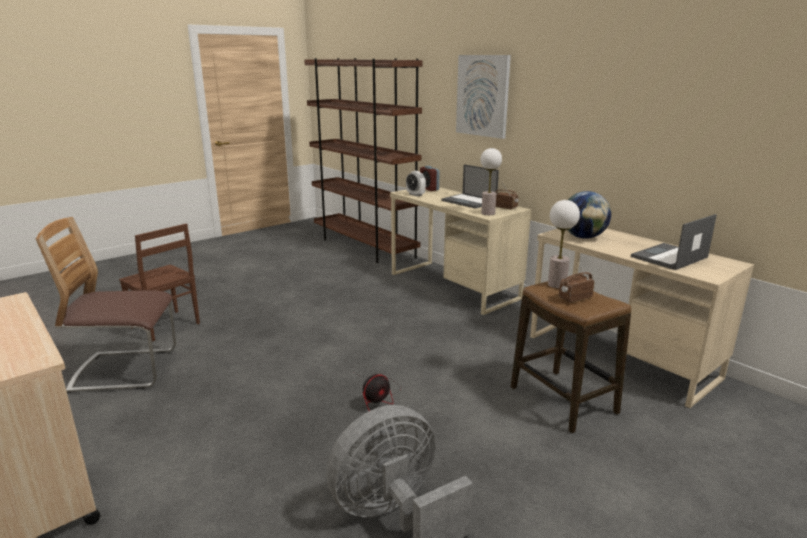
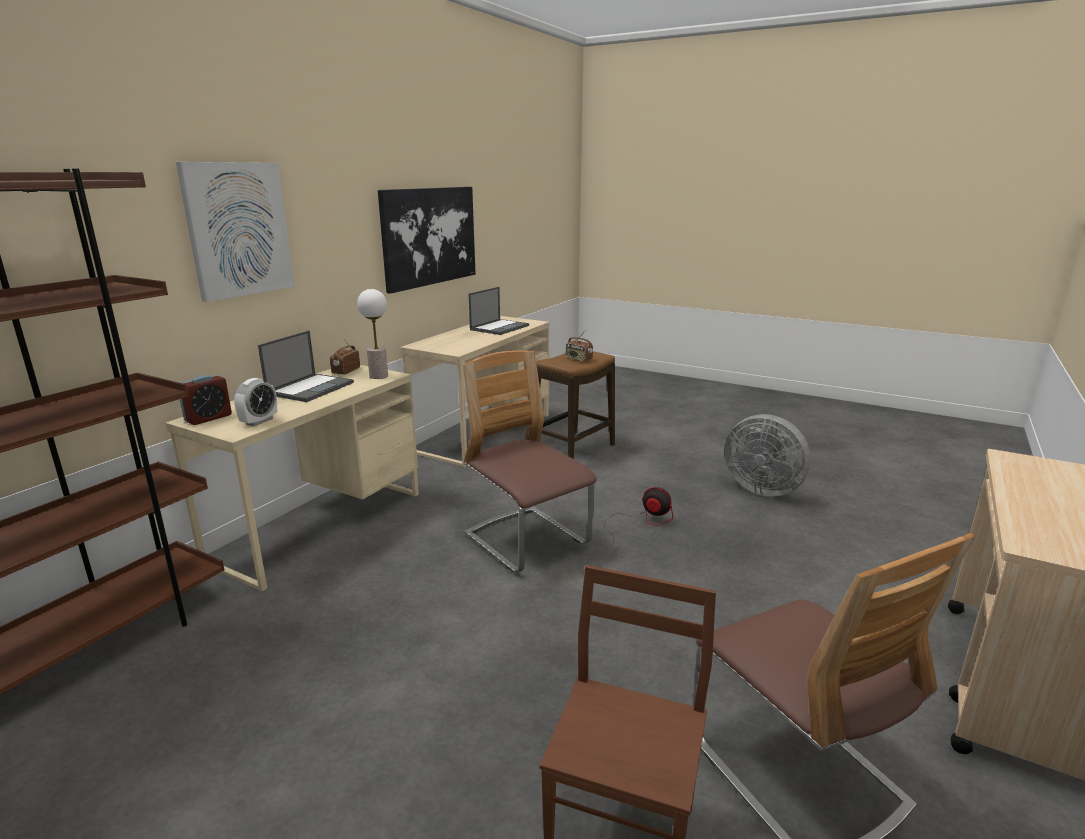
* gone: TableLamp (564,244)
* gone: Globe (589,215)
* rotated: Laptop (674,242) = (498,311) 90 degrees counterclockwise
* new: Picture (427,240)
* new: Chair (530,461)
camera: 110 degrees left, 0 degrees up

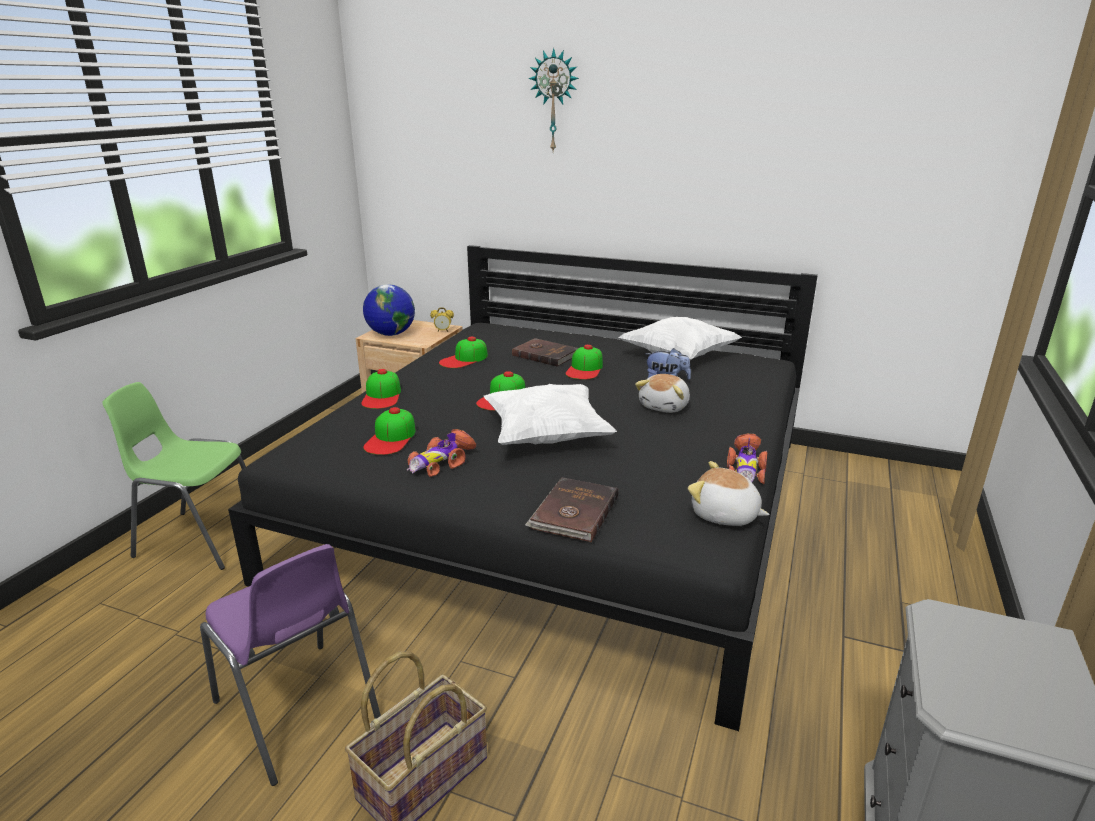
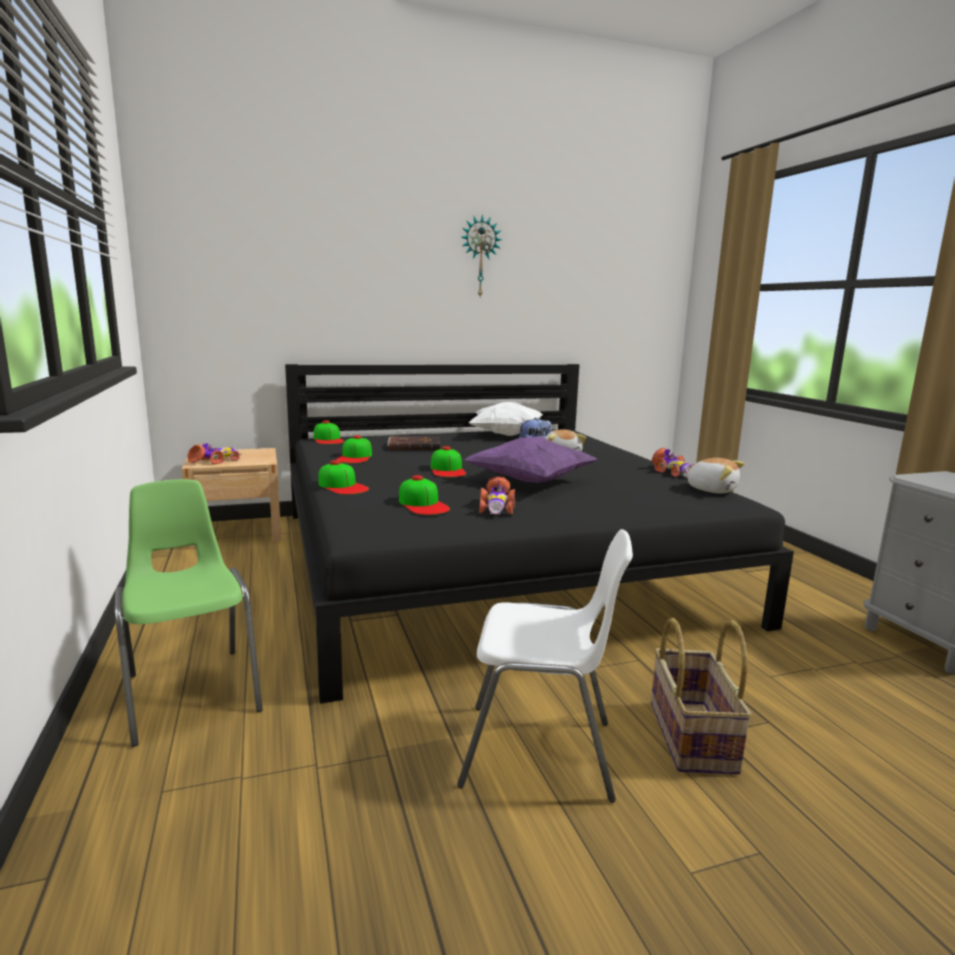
* rotated: GreenChair (174,476) = (189,613) 90 degrees clockwise
* repainted: PurpleChair (290,665) to WhiteChair (545,666)
* swapped: Globe (389,310) to ToyCar (214,453)
* gone: AlarmClock (442,319)
* repainted: WhitePillow (550,414) to PurplePillow (530,459)
* gone: BrownBook (571,509)
* shifted: WallClock (553,99) to (481,255)
* shifted: Cap (584,362) to (329,432)
* rotated: PlushToy (728,493) = (713,475) 135 degrees counterclockwise
camera: 40 degrees left, 10 degrees down

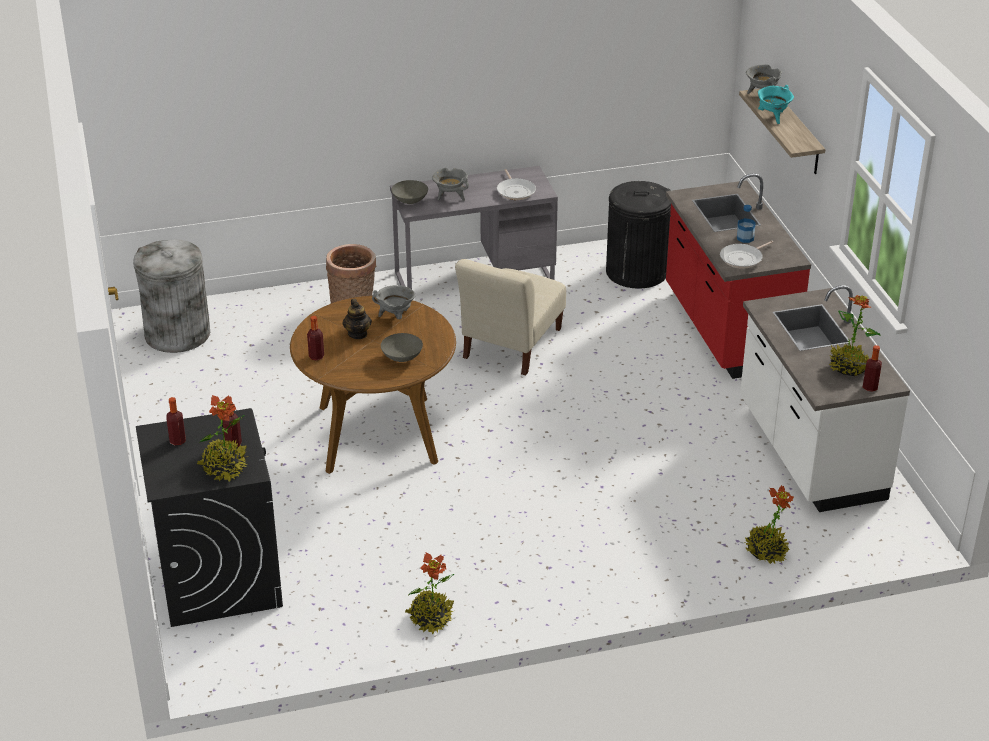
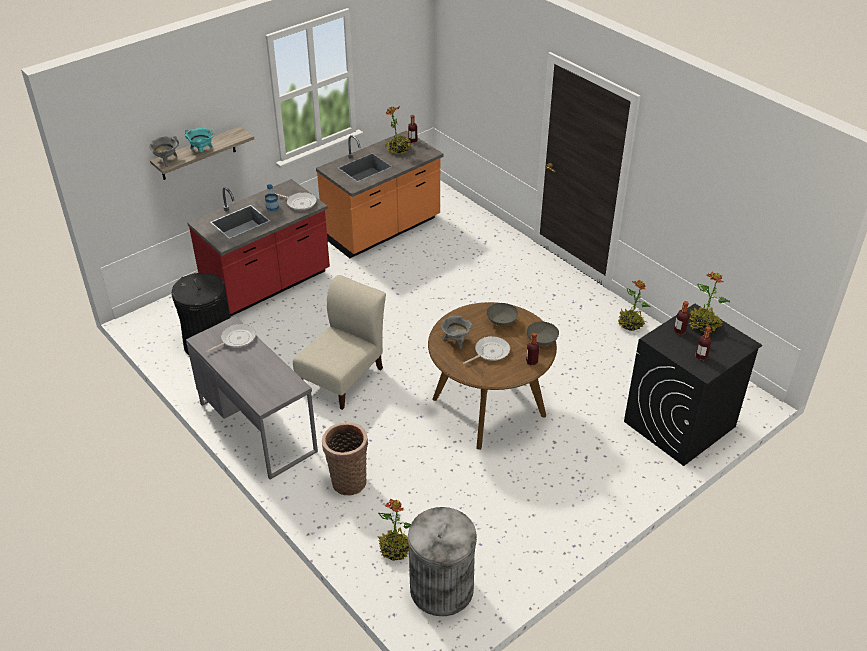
* swapped: Teapot (357,319) to FryingPan (486,350)
* shifted: GreyBowl (409,192) to (543,333)
* gone: GreyCookingPot (450,184)
* rotated: BeigeChair (510,317) = (339,342) 60 degrees counterclockwise
* repainted: WhiteCounter (825,398) to OrangeCounter (380,194)
* shifted: PottedPlant (769,524) to (394,530)
camera: 115 degrees left, 5 degrees up

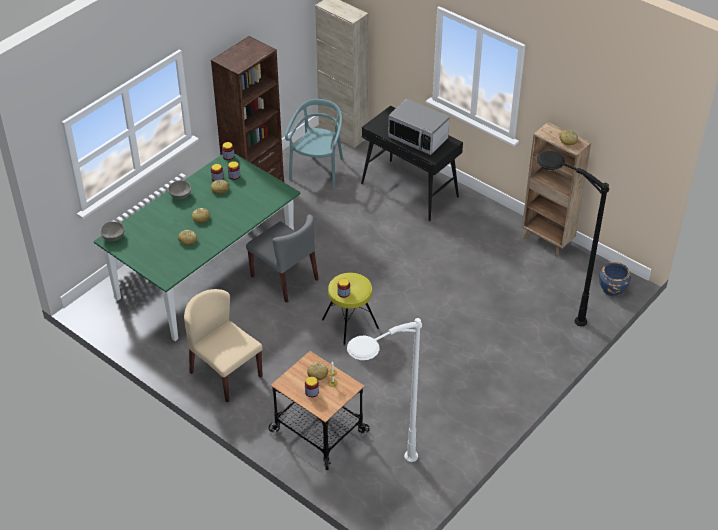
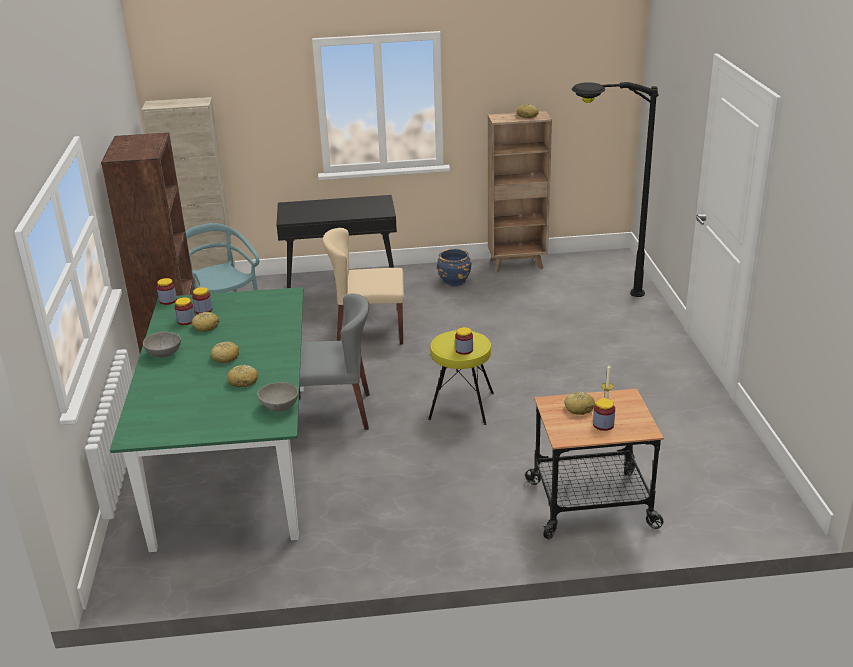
* shifted: GreyBowl (113,231) to (278,397)
* shifted: BeigeChair (223,346) to (363,286)
* gone: WhiteFloorLamp (384,390)
* gone: Microwave (419,127)
* shifted: BluePlanter (615,279) to (454,267)
camera: 45 degrees left, 15 degrees down

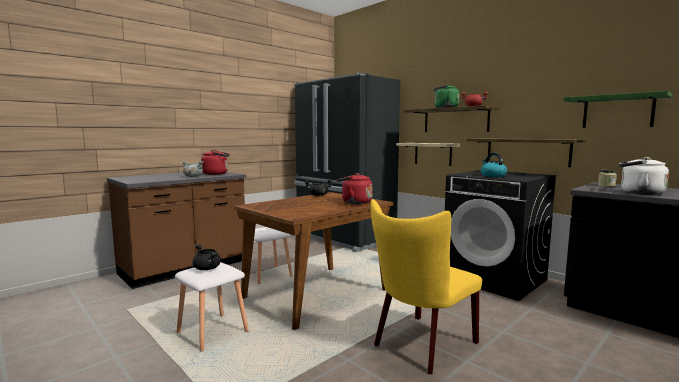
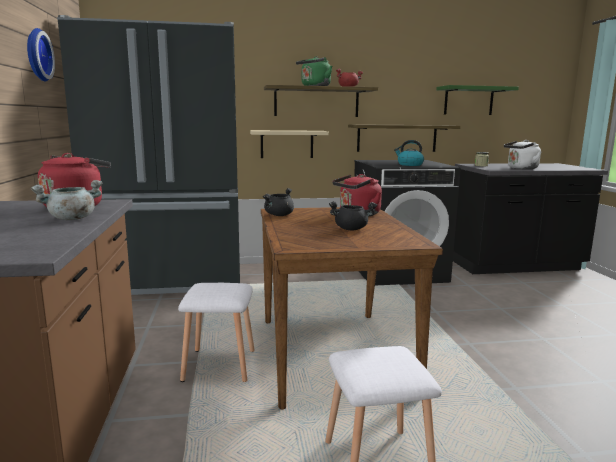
* shifted: BlackCookingPot (207,257) to (353,216)
* gone: YellowChair (426,286)
* new: WallClock (41,54)
camera: 55 degrees left, 5 degrees up

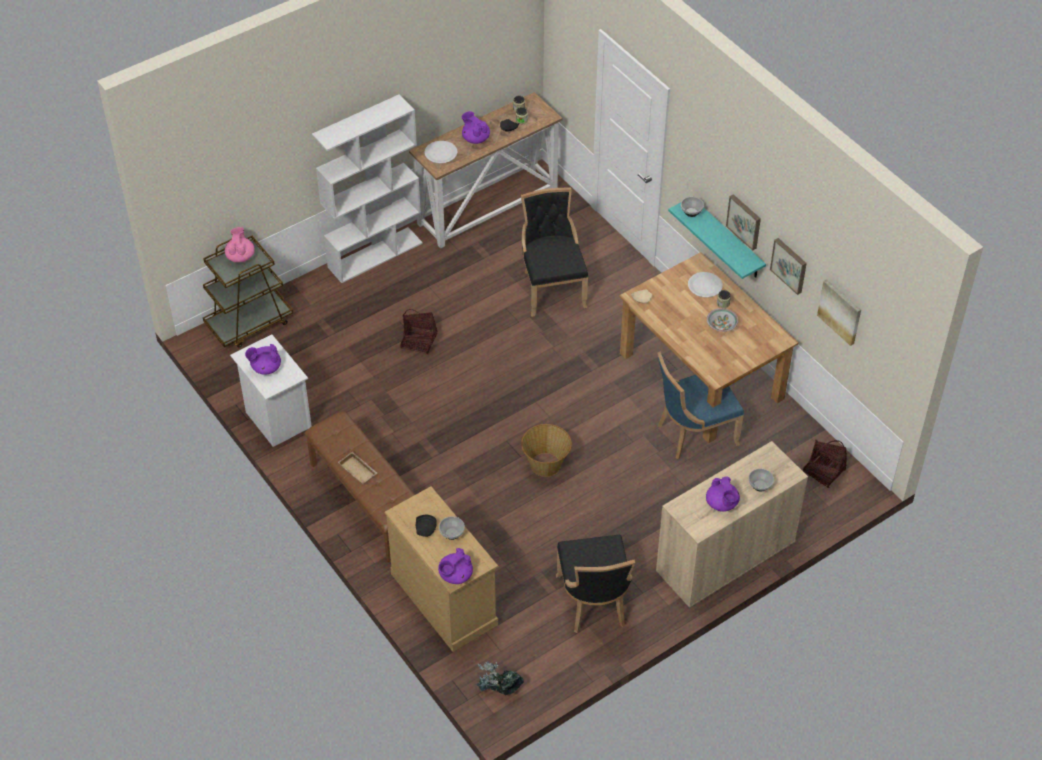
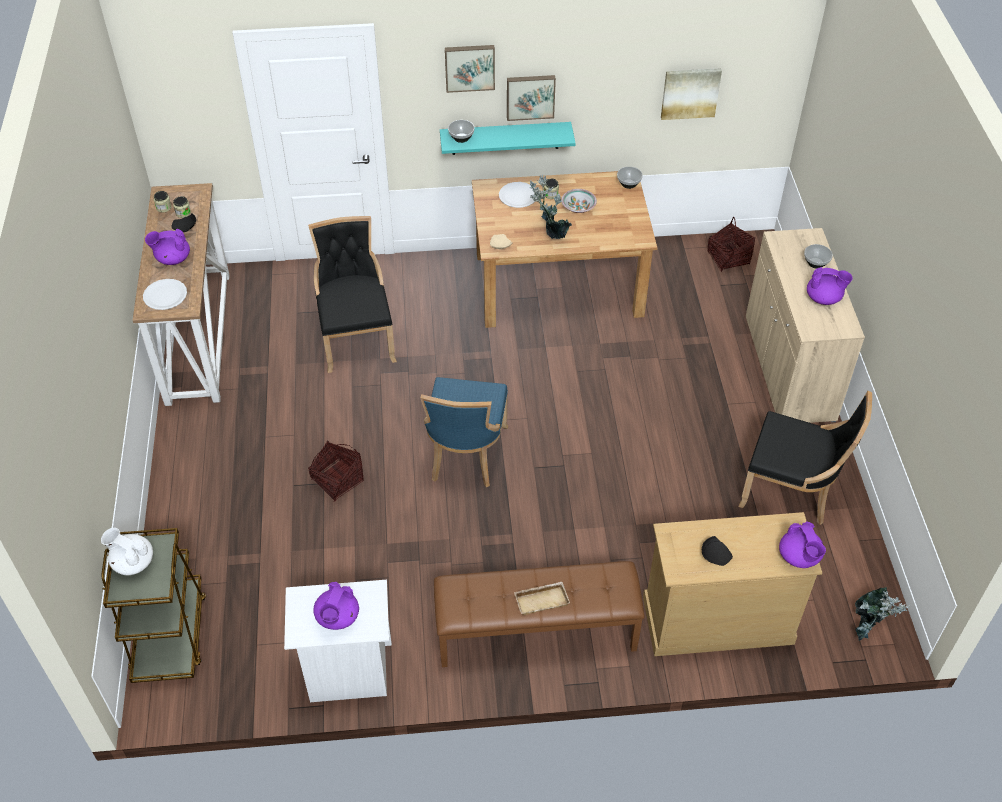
* repainted: PinkTeapot (240,245) to WhiteTeapot (127,551)
* gone: WhiteBookcase (367,188)
* shifted: Bowl (452,528) to (630,178)
* rotated: BlackChair (554,252) = (352,294) 60 degrees clockwise
* gone: Basket (546,450)
* shifted: BlueChair (700,405) to (464,432)
* shifted: Picture (788,266) to (470,69)
* new: PottedPlant (550,207)
camera: 60 degrees left, 0 degrees up

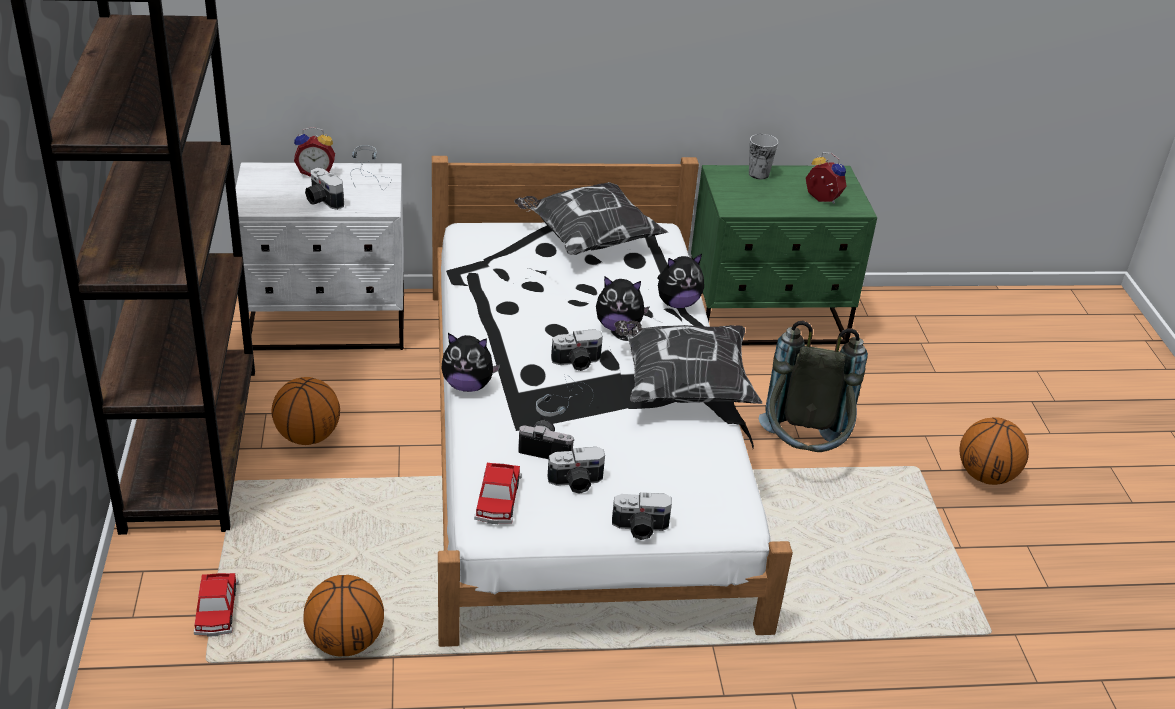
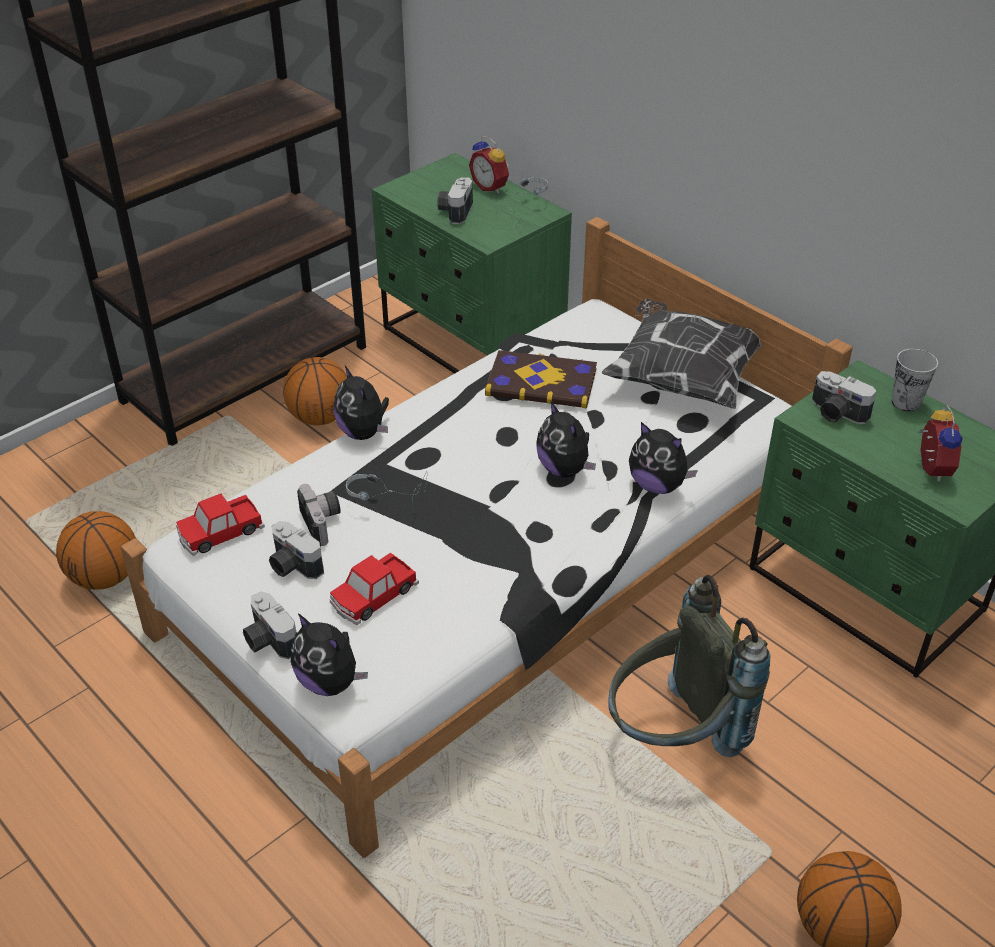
* shifted: ToyCar (216,605) to (374,589)
* repainted: WhiteNightstand (316,256) to GreenNightstand (472,263)
* shifted: PhotoCamera (577,350) to (844,397)
* gone: Pillow (688,362)
* new: PlushToy (329,654)
* new: Book (541,379)
camera: 55 degrees right, 5 degrees up

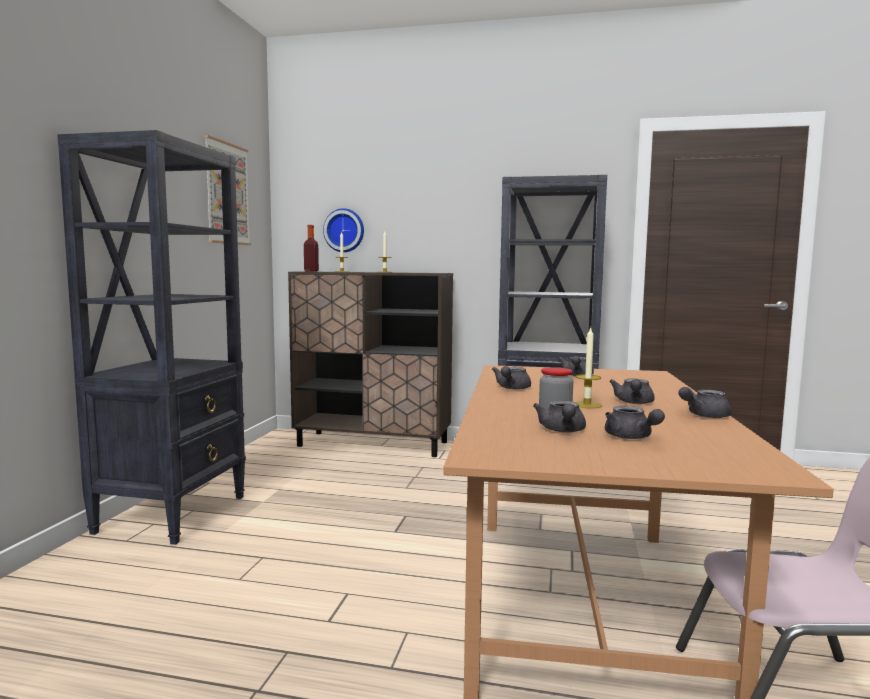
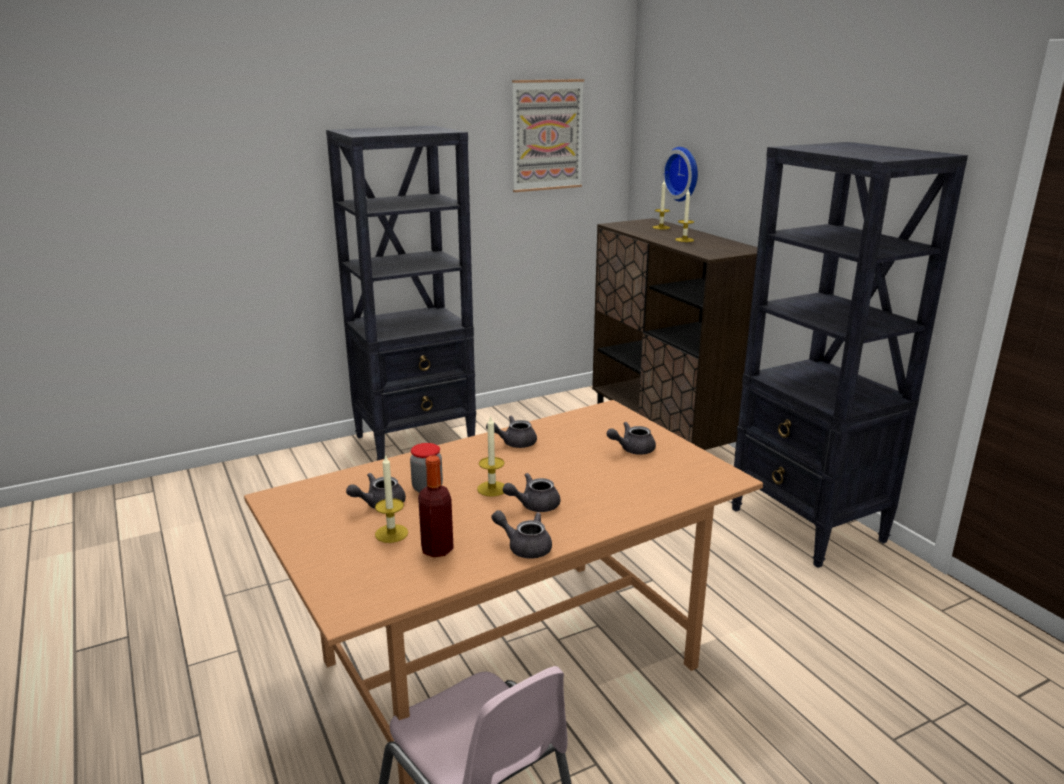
* shifted: Bottle (311,248) to (436,506)
* swapped: GreyTeapot (635,422) to Candle (391,498)
camera: 50 degrees right, 15 degrees up

